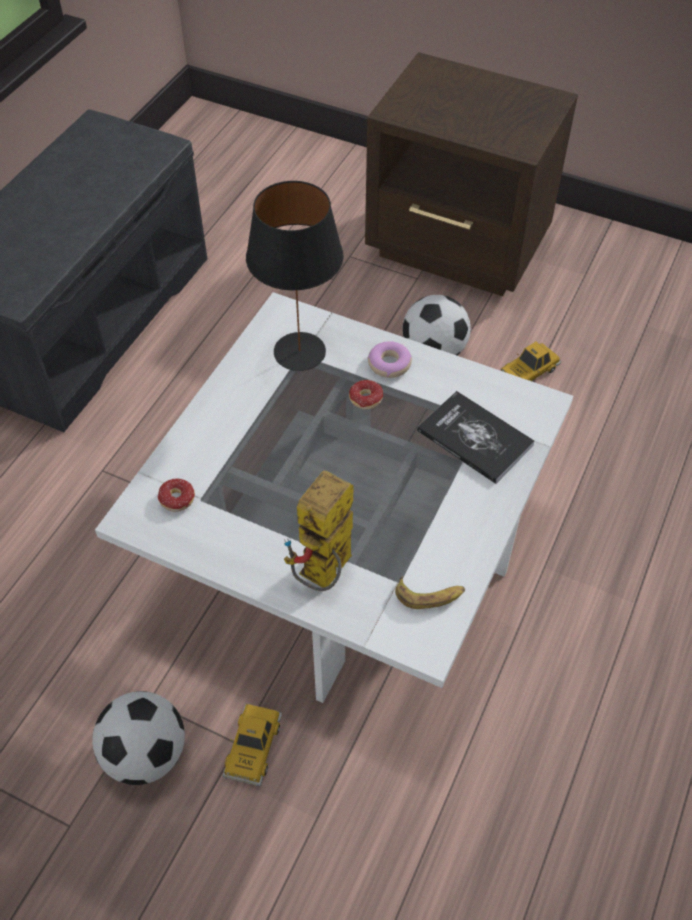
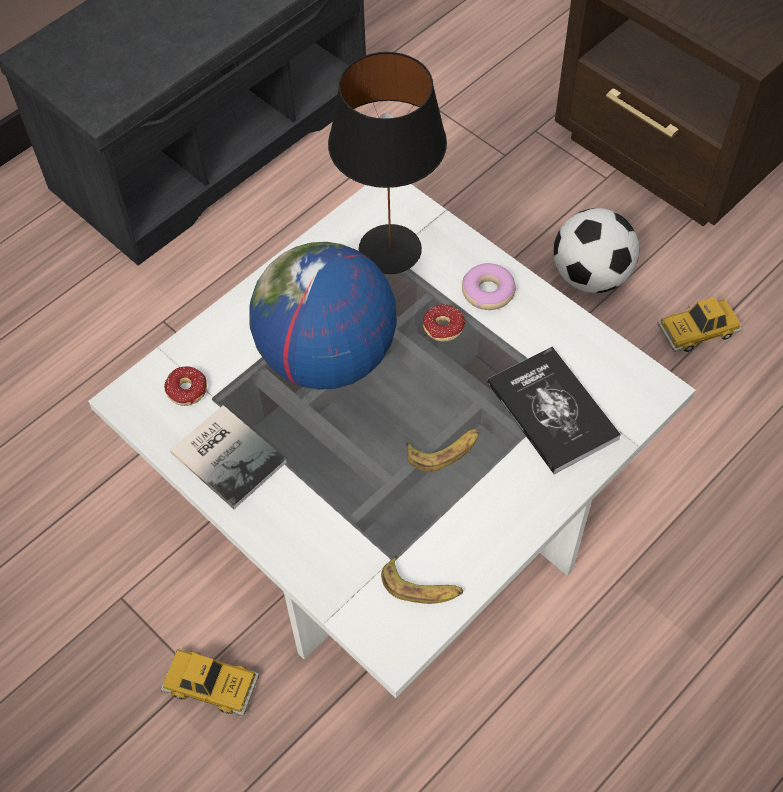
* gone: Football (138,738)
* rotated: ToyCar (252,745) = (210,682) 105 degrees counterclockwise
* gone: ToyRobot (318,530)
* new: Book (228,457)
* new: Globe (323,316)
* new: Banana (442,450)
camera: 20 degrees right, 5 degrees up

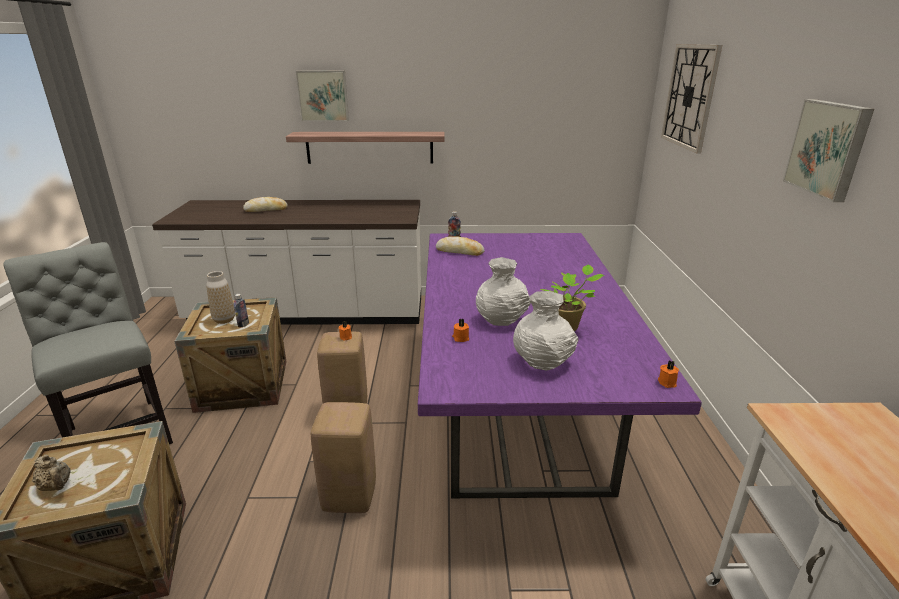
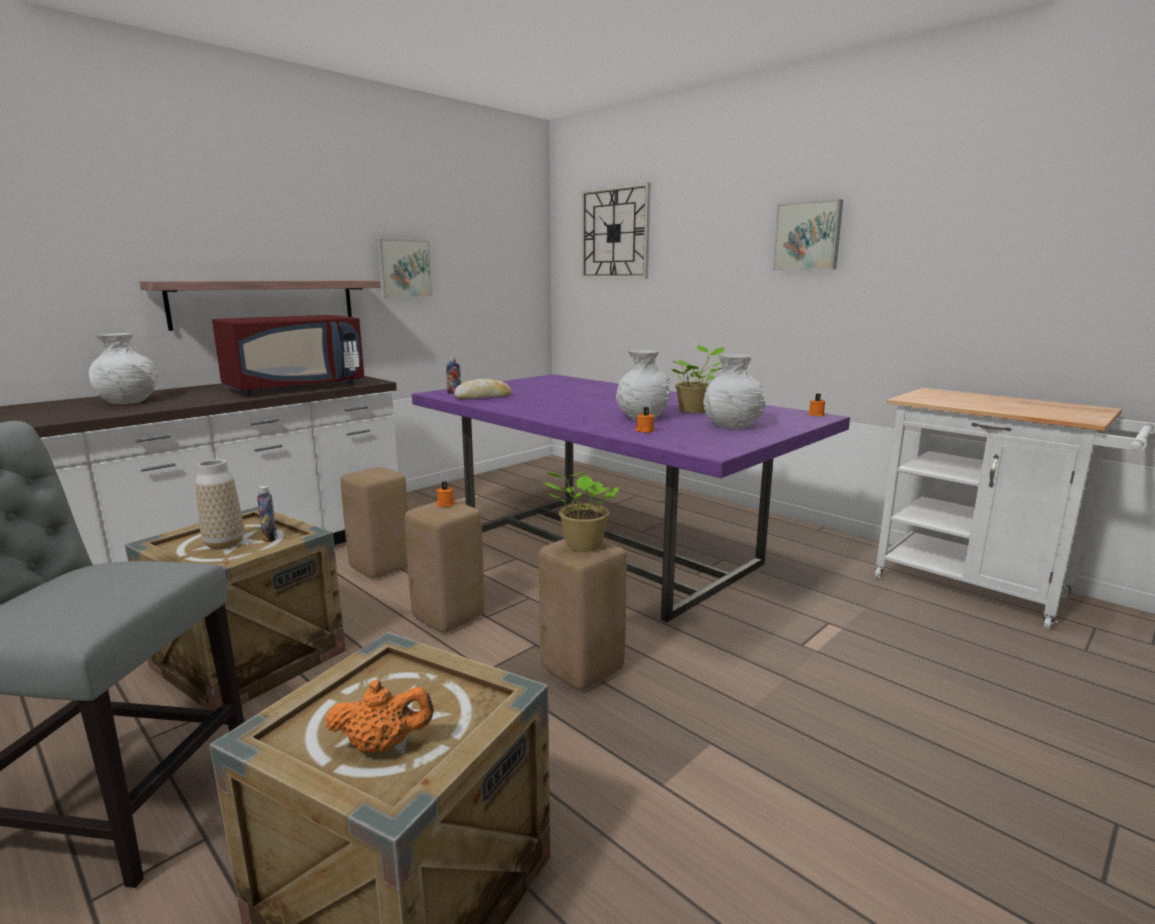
* repainted: BeigeTeapot (51,472) to OrangeTeapot (379,716)
* swapped: Bread (265,204) to WhiteVase (123,368)
* shifted: Picture (322,96) to (404,268)
* new: RedMicrowave (288,355)
* new: BeigeStool (374,522)
* new: PottedPlant (580,512)
camera: 45 degrees left, 10 degrees down

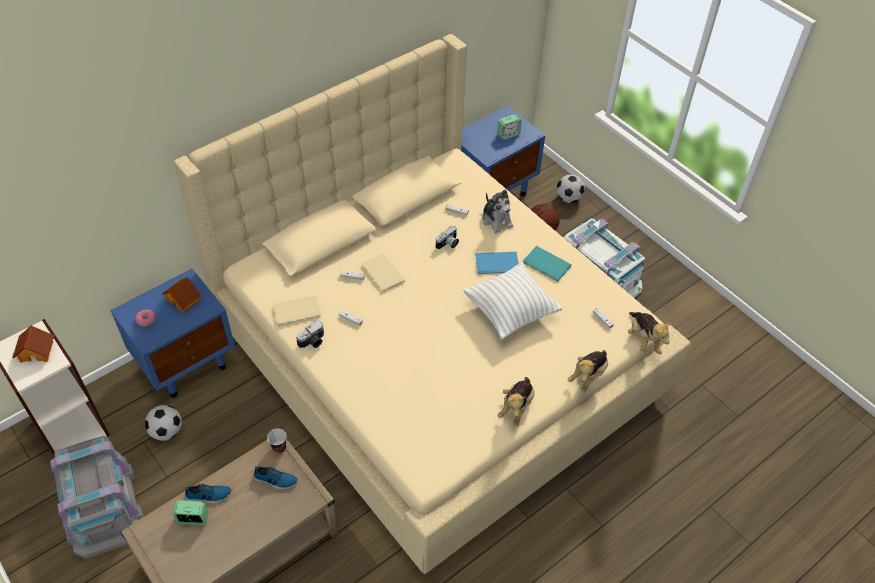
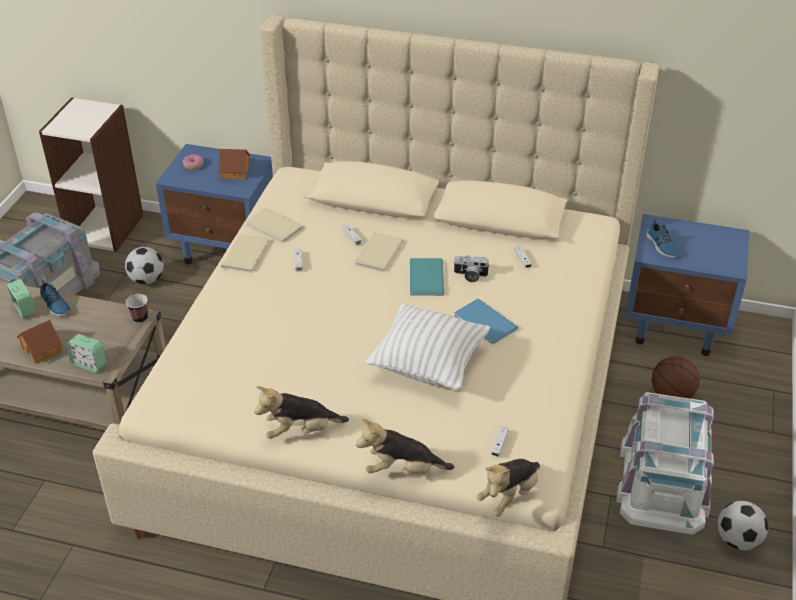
* shifted: ToyHouse (33,344) to (40,342)
* shifted: Shoe (275,477) to (664,238)
* swapped: PhotoCamera (310,334) to BeigeBook (245,253)
* gone: PlushToy (497,212)
* shifted: AlarmClock (509,127) to (86,353)
* shifted: TurquoiseBook (547,263) to (427,277)
* shifted: Football (570,188) to (742,525)
camera: 55 degrees right, 10 degrees down

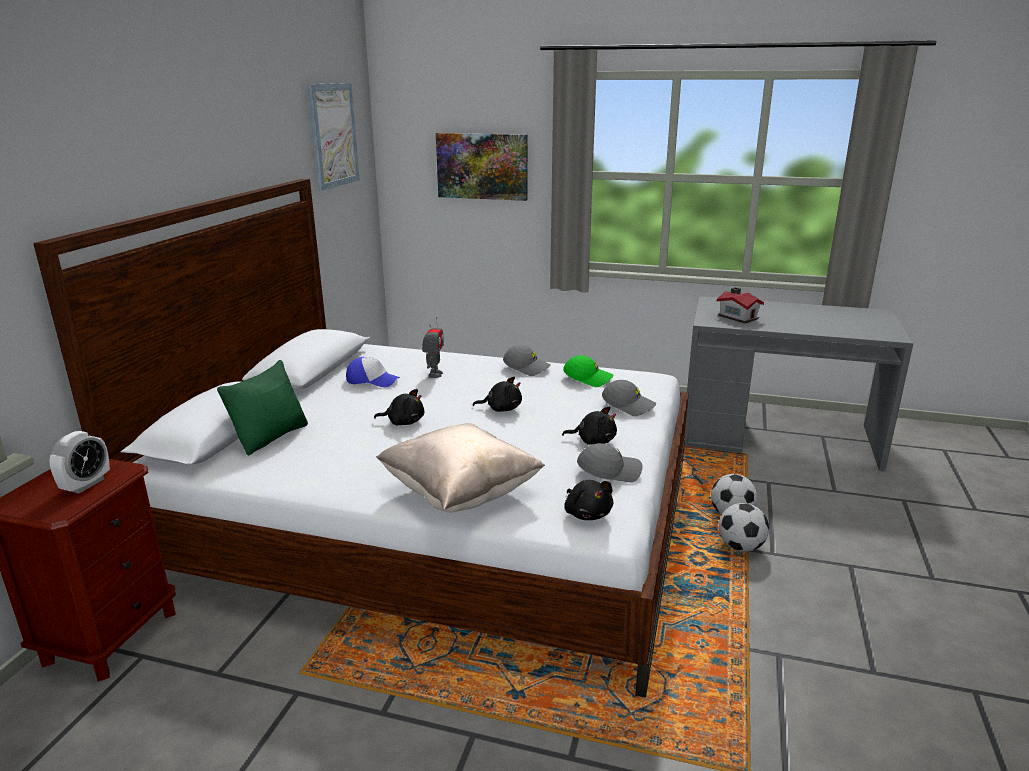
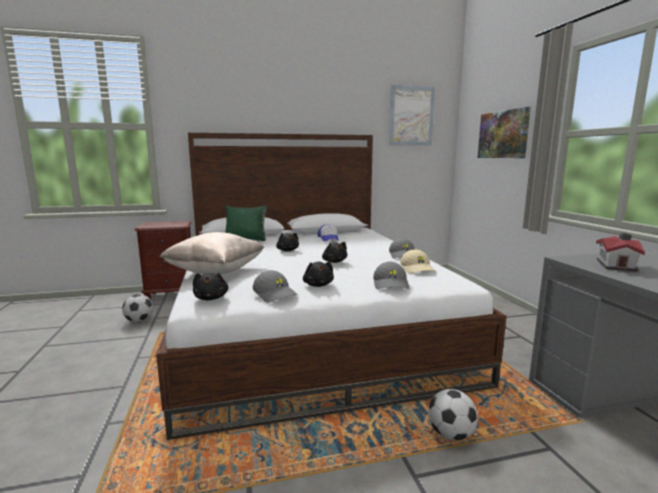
* gone: AlarmClock (79,462)
* gone: ToyRobot (433,347)
* repainted: GreenCap (588,371) to BeigeCap (418,261)
* rotated: BlackPlushToy (588,500) = (210,286) 45 degrees counterclockwise
* shifted: Football (744,527) to (137,308)
camera: 60 degrees right, 10 degrees down

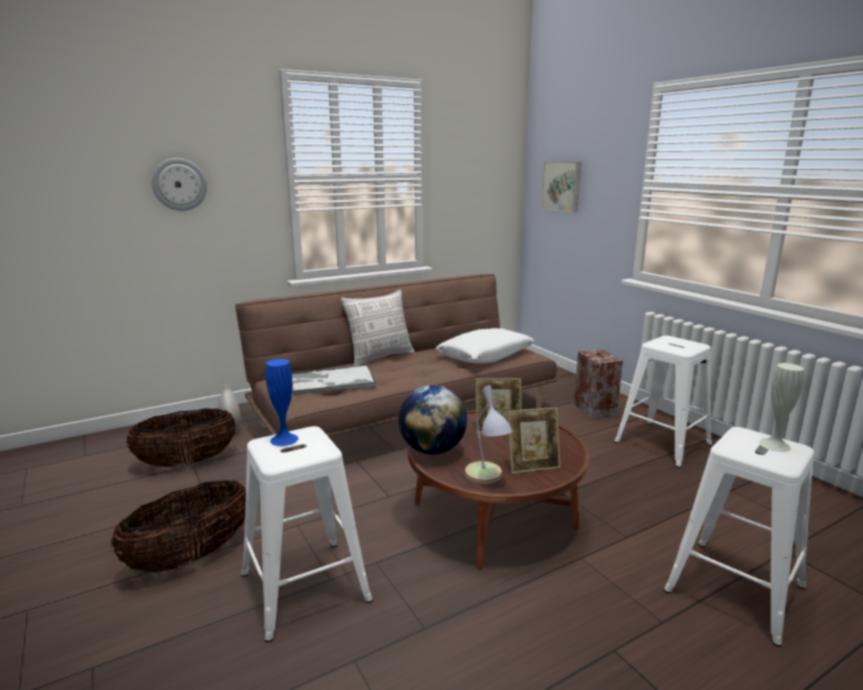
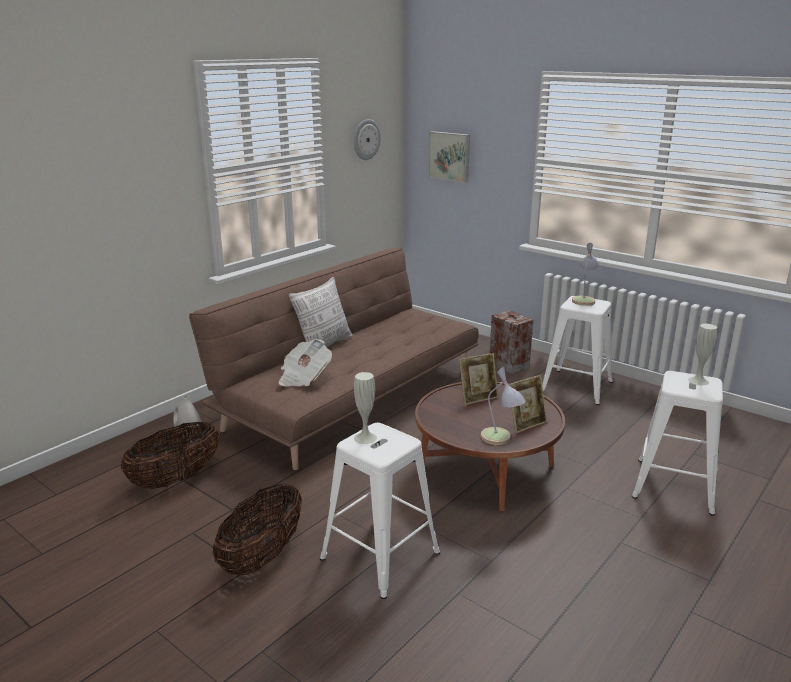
* shifted: WallClock (179,184) to (367,139)
* repainted: BlueVase (282,402) to WhiteVase (365,408)
* swapped: Tray (334,380) to Newspaper (305,363)
* gone: Globe (432,420)
* gone: WhitePillow (485,345)
* new: TableLamp (585,274)
camera: 20 degrees left, 5 degrees up

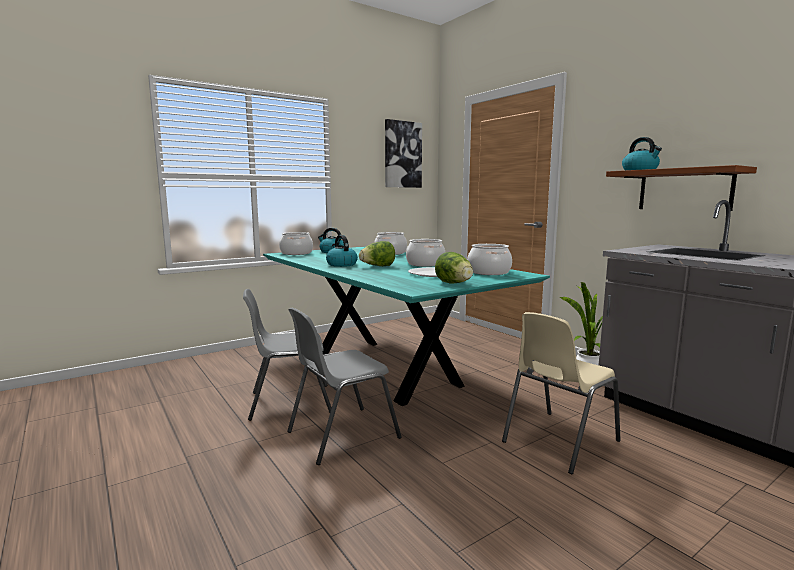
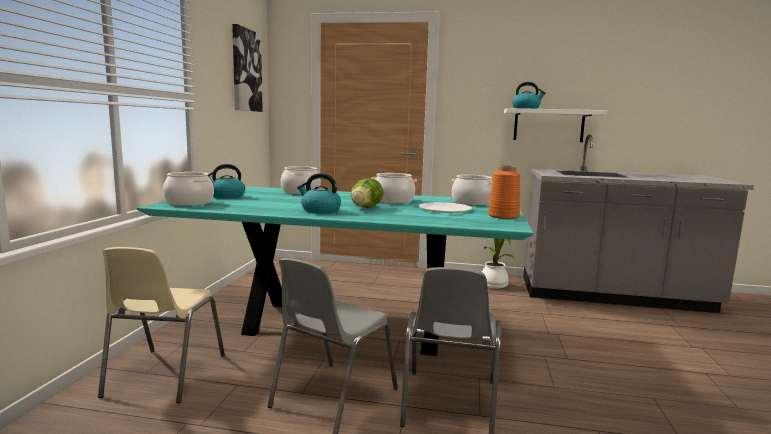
* swapped: Lettuce (454,268) to OrangeVase (504,192)
* shifted: BeigeChair (561,393) to (161,325)
* repainted: BrownShelf (681,188) to WhiteShelf (555,125)
camera: 45 degrees left, 0 degrees up

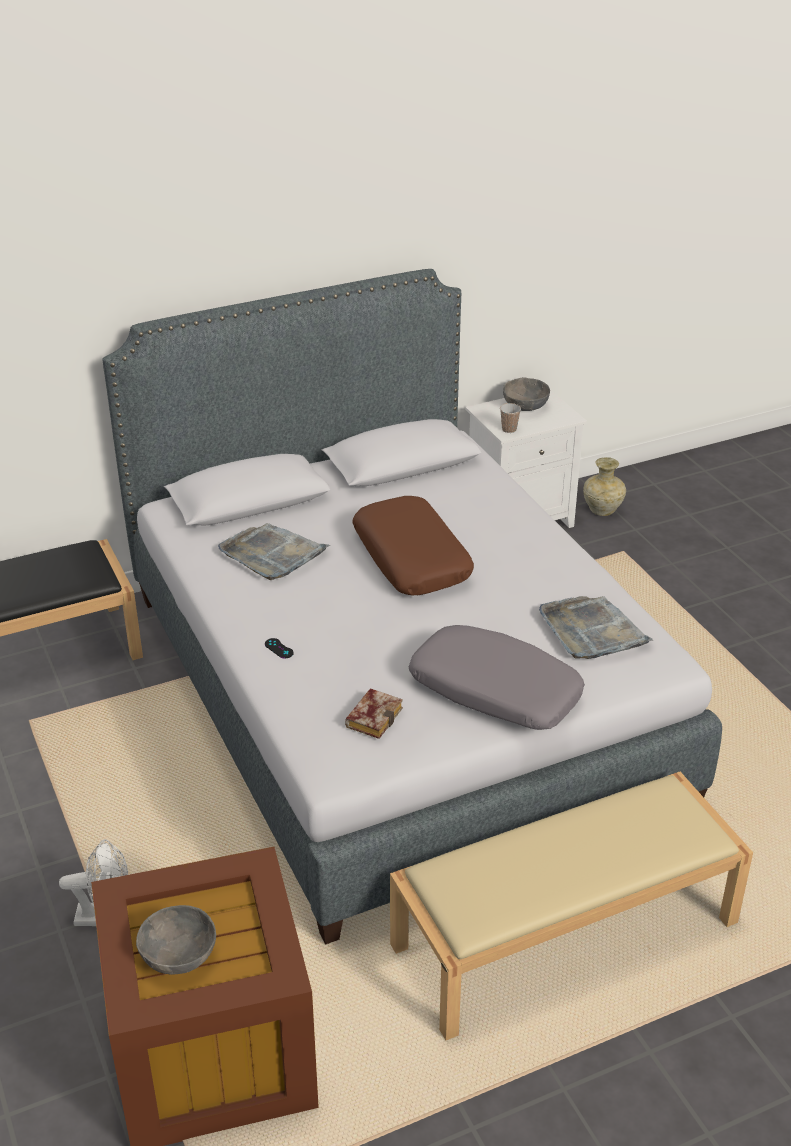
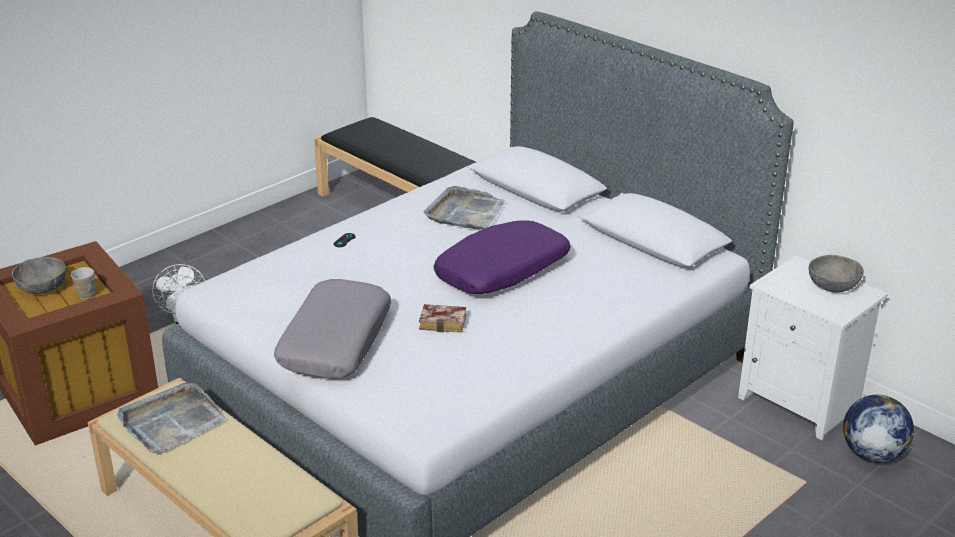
* shifted: Book (374,713) to (442,318)
* repainted: BrownPillow (413,546) to PurplePillow (502,257)
* shifted: Cup (510,418) to (83,283)
* shifted: GreyTray (596,627) to (171,418)
* swapped: BeigeVase (604,486) to Globe (878,429)
camera: 70 degrees right, 5 degrees down

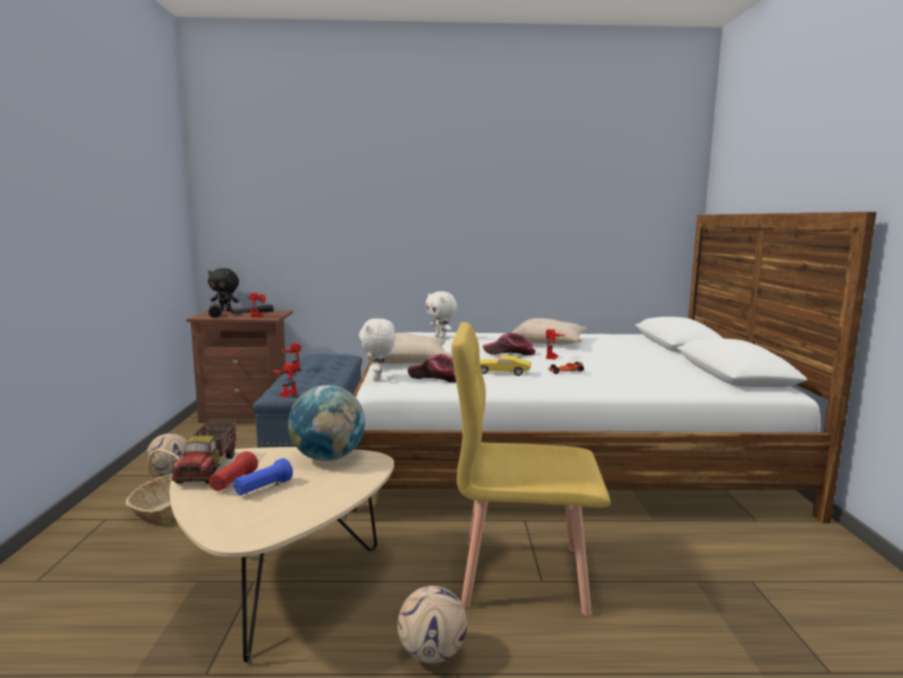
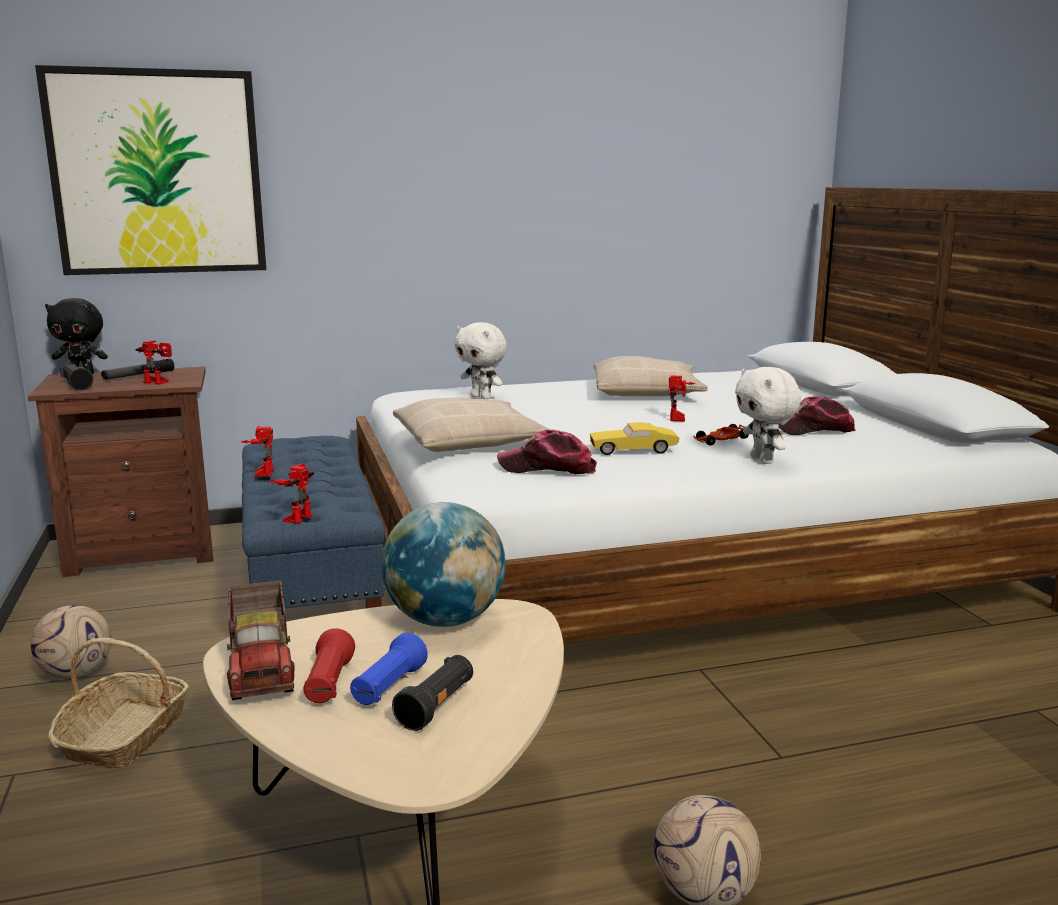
* shifted: WhitePlushToy (377,349) to (768,415)
* gone: YellowChair (530,469)
* shifted: Cap (509,344) to (817,415)
* new: Picture (150,170)
* new: BlackFlashlight (432,693)
camera: 15 degrees left, 5 degrees up

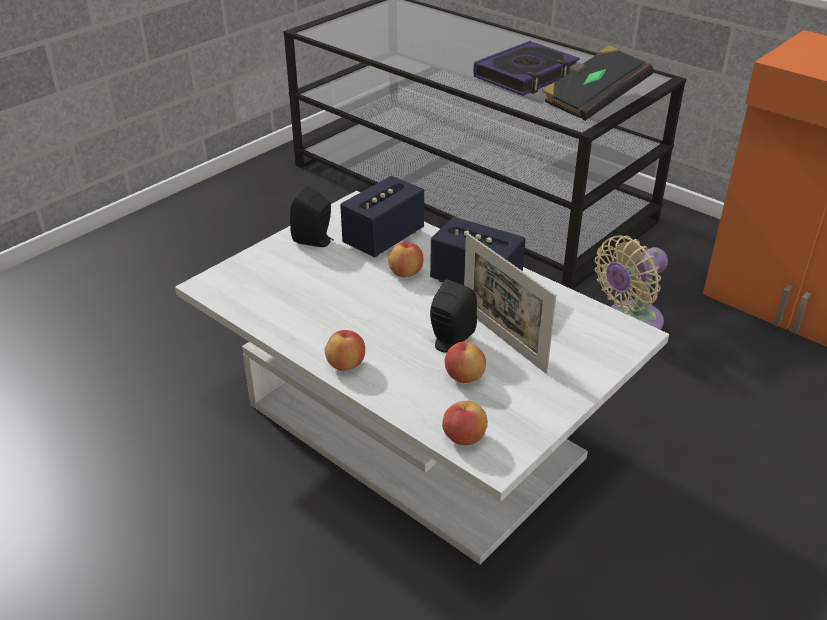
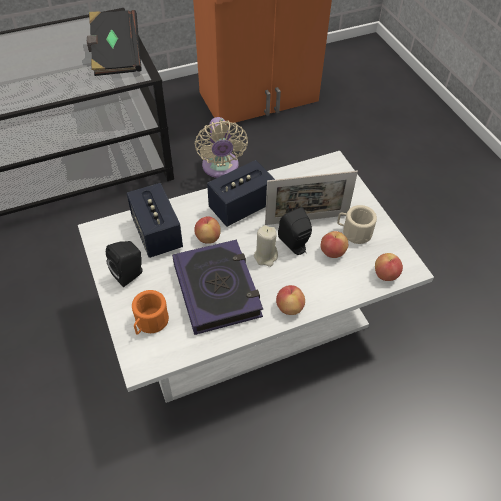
* shifted: Book (526,68) to (217,287)
* new: OrangeMug (150,312)
* new: BeigeCandle (266,246)
* new: BeigeMug (357,224)
camera: 65 degrees left, 15 degrees up

